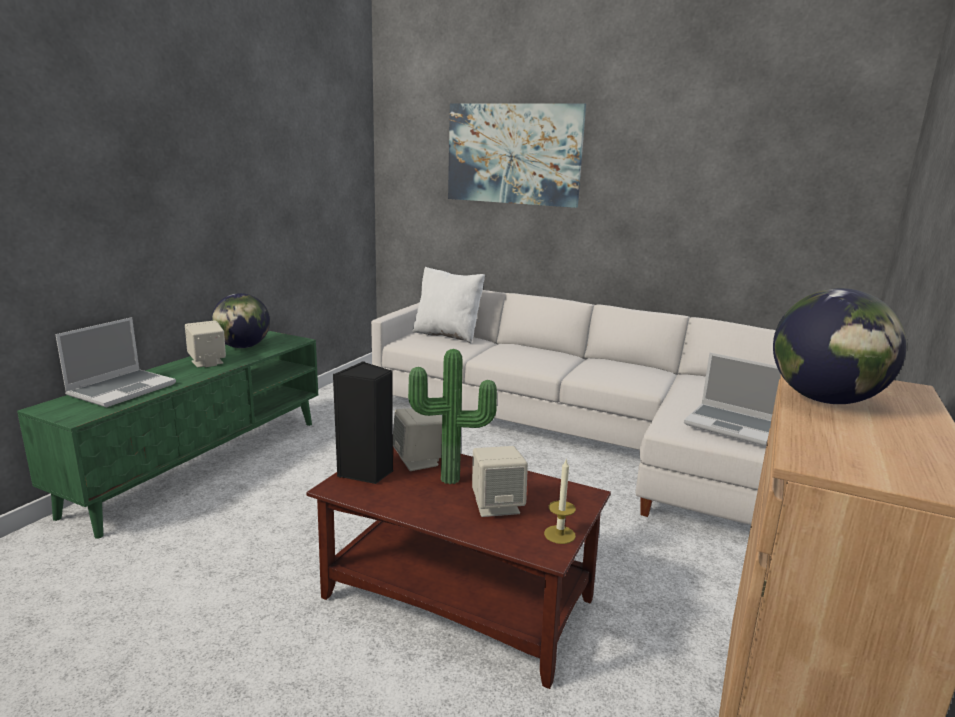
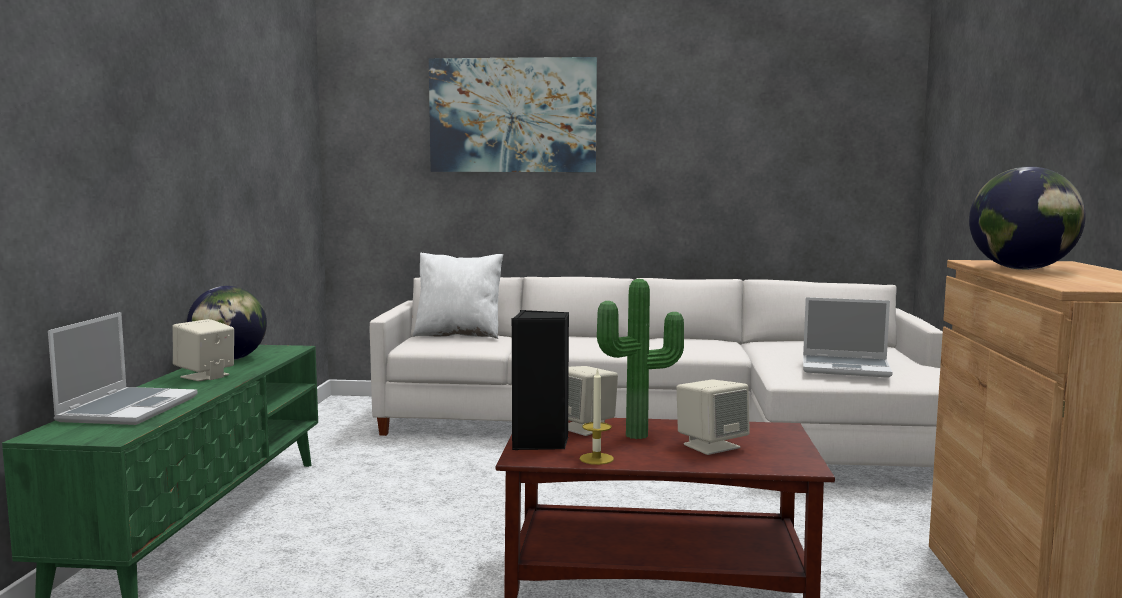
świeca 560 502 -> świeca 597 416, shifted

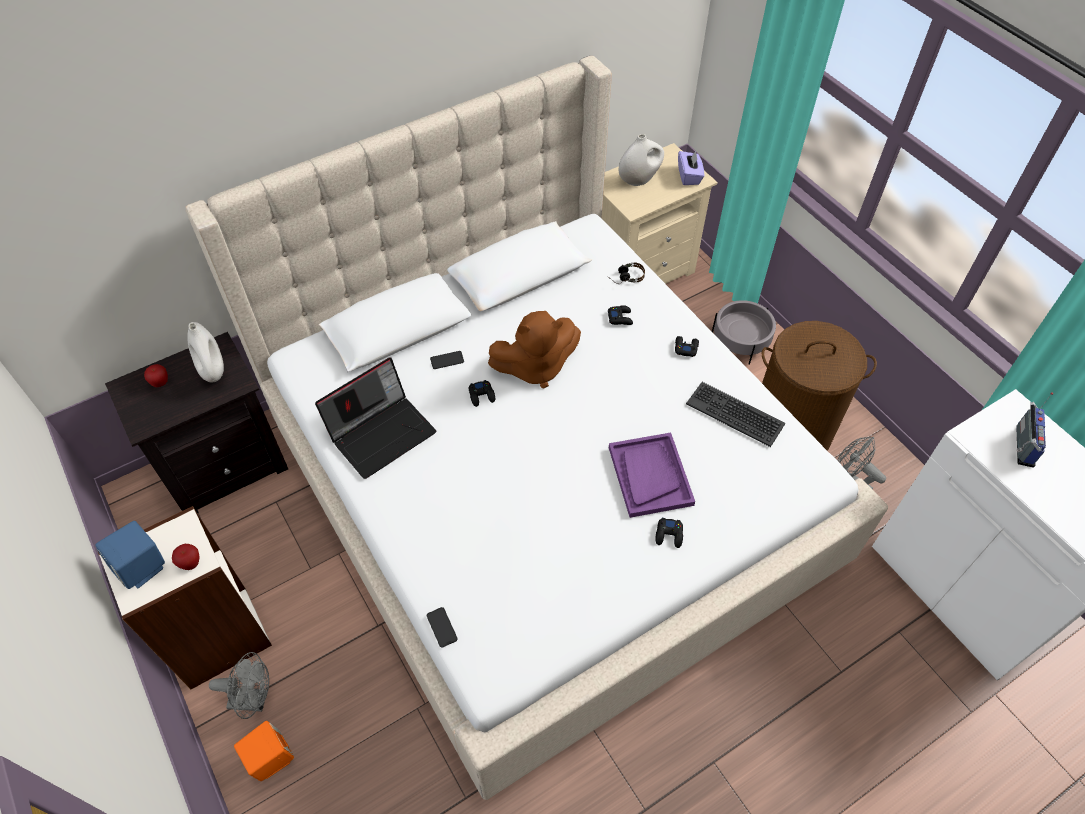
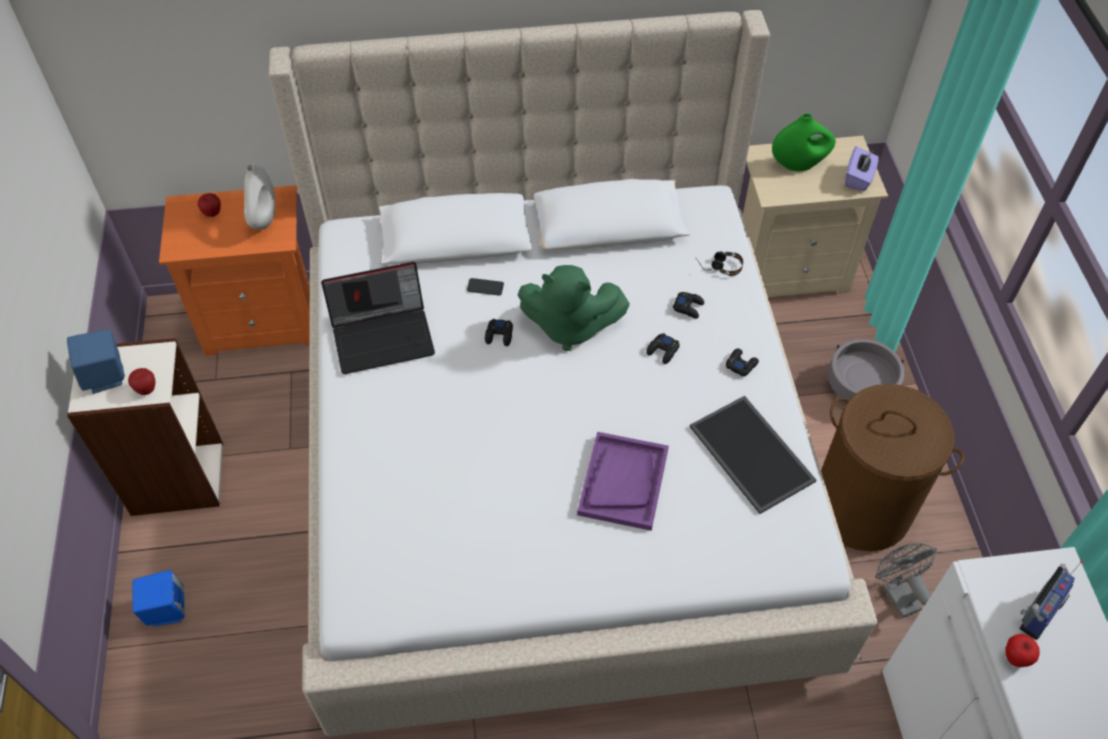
wazon (biały) 641 160 -> wazon (zielony) 804 142
pluszak (brązowy) 534 349 -> pluszak (zielony) 573 308
szafka nocna (czarny) 196 422 -> szafka nocna (pomarańczowy) 234 270
klawiatura 735 414 -> taca 753 455
pad do gier (czarny) 669 533 -> pad do gier (czarny) 663 348, shifted
telefon 442 627 -> none
wentylator (szary) 239 685 -> none
głośnik (pomarańczowy) 264 751 -> głośnik (niebieski) 158 598
none -> jabłko 1022 650

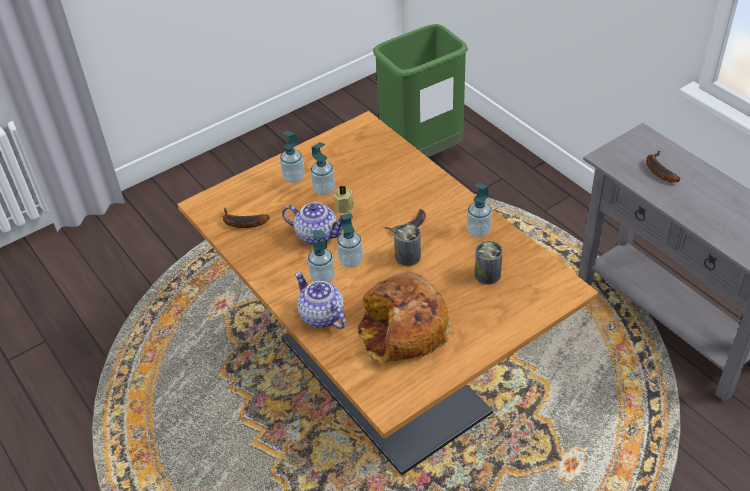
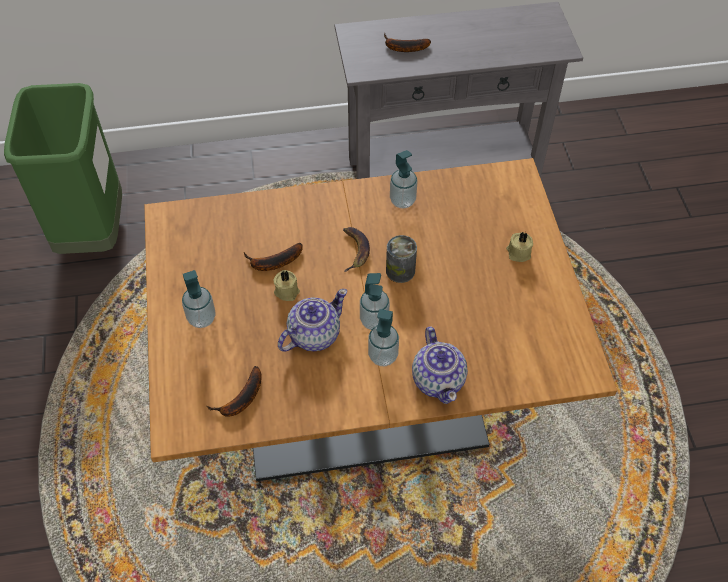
dozownik mydła 322 168 -> none
puszka 489 263 -> none
imbryk 320 300 -> imbryk 440 365, 90 degrees counterclockwise
chleb 403 318 -> none
none -> świeca (beżowy) 519 247
none -> banan 273 257

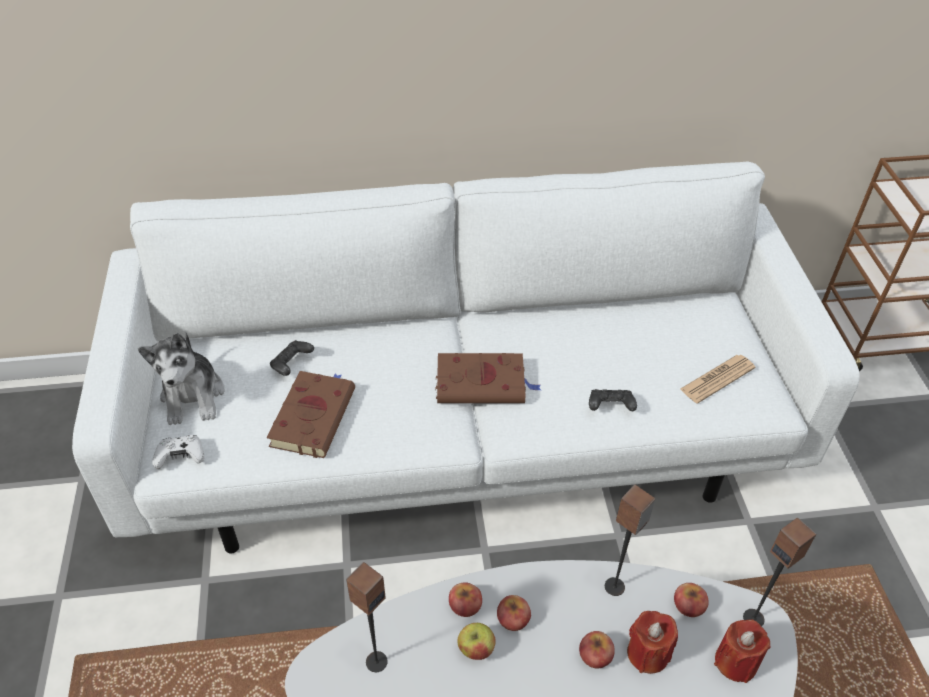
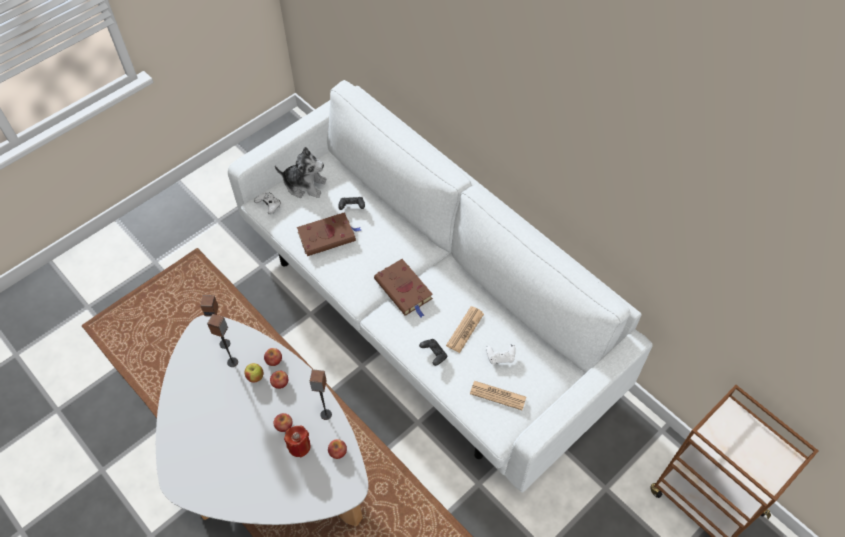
pluszak 181 379 -> pluszak 301 172, 120 degrees counterclockwise
głośnik 779 572 -> głośnik 222 340, shifted
świeca (czerwony) 742 651 -> none
none -> gazeta 465 329
none -> pad do gier (biały) 501 354

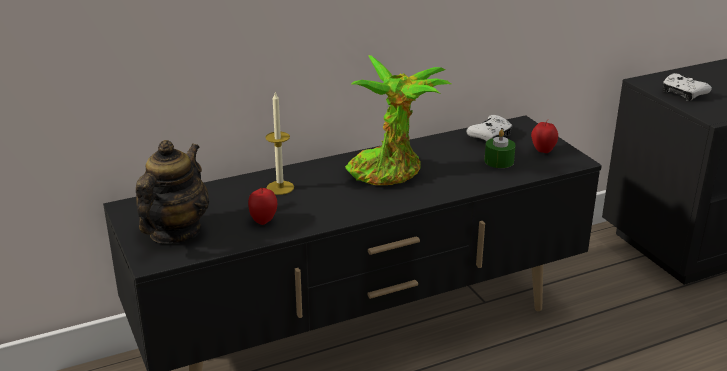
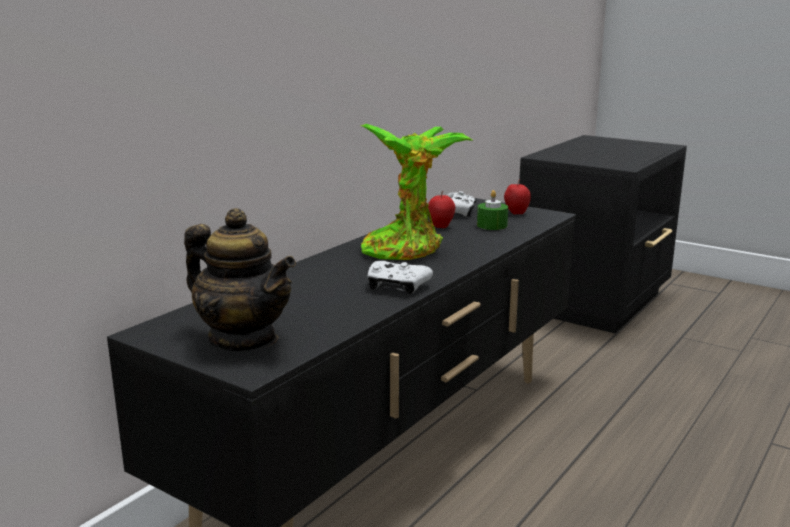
pad do gier (biały) 687 87 -> pad do gier (biały) 400 278, shifted
świeca 279 143 -> none
imbryk 172 192 -> imbryk 240 279, 135 degrees clockwise
jabłko 262 206 -> jabłko 441 209, shifted

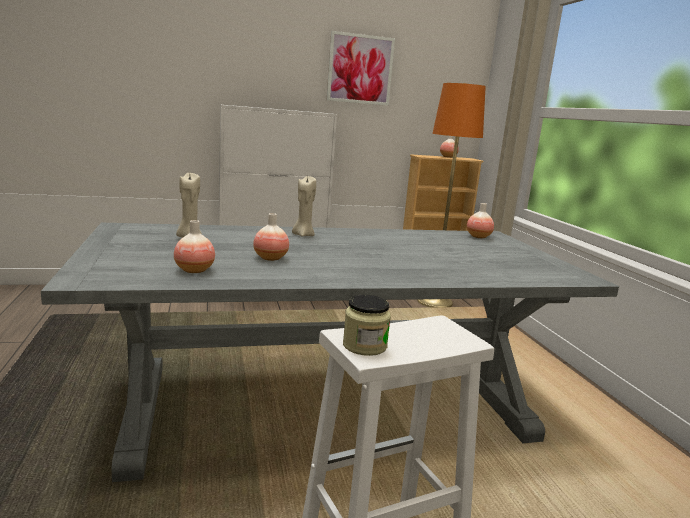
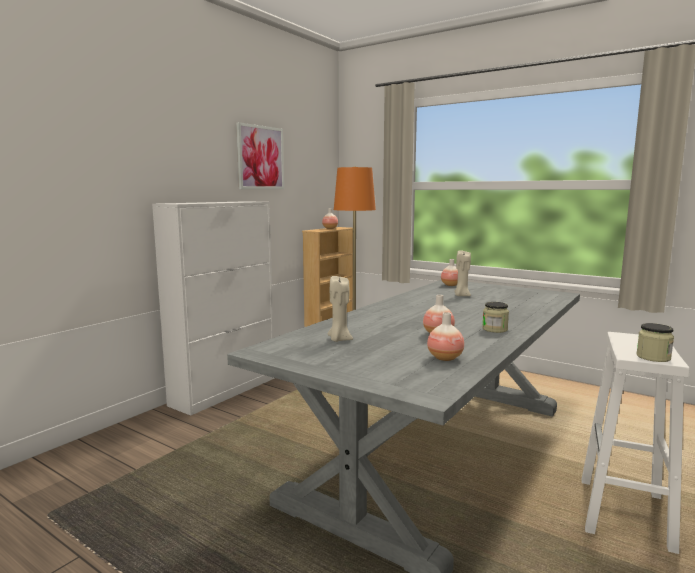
świeca (beżowy) 304 206 -> świeca (beżowy) 462 273, shifted
none -> słoik 495 317

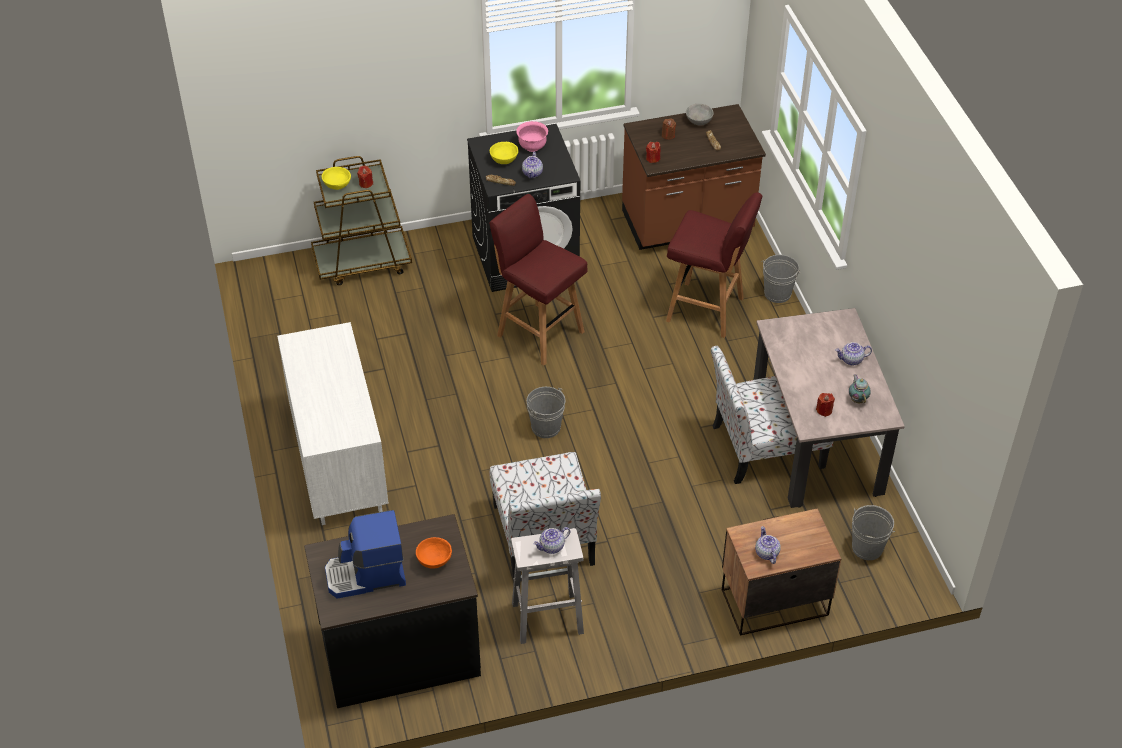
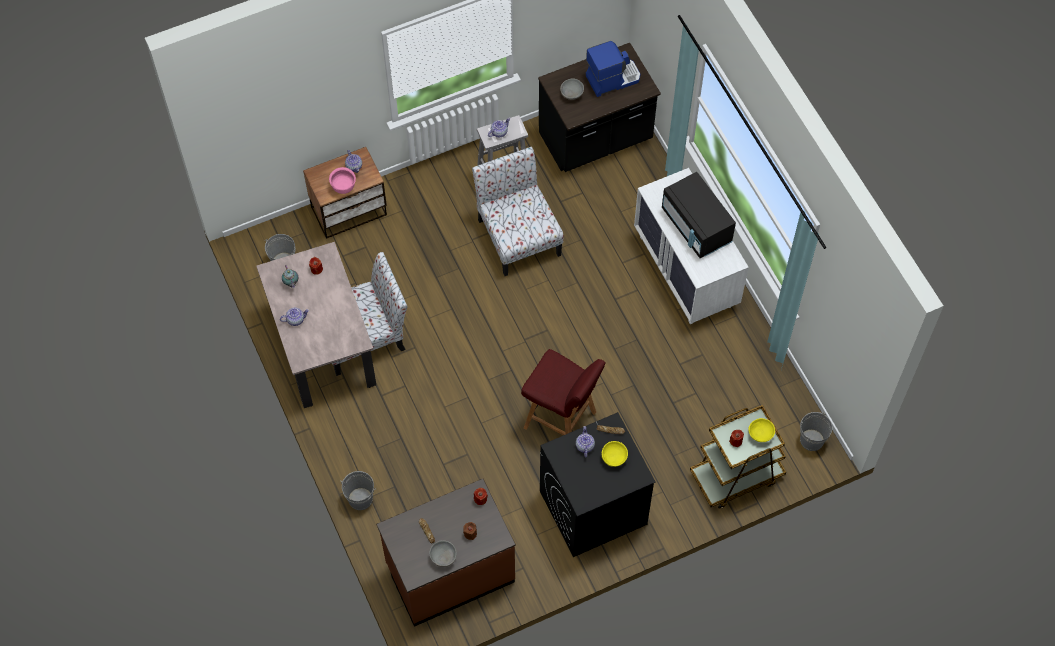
miska (różowy) 532 136 -> miska (różowy) 342 180, shifted
stołek (czerwony) 714 265 -> none
wiadro (szary) 546 412 -> wiadro (szary) 816 431, shifted
miska (pomarańczowy) 434 552 -> miska (szary) 572 89
none -> mikrofalówka (czarny) 699 215

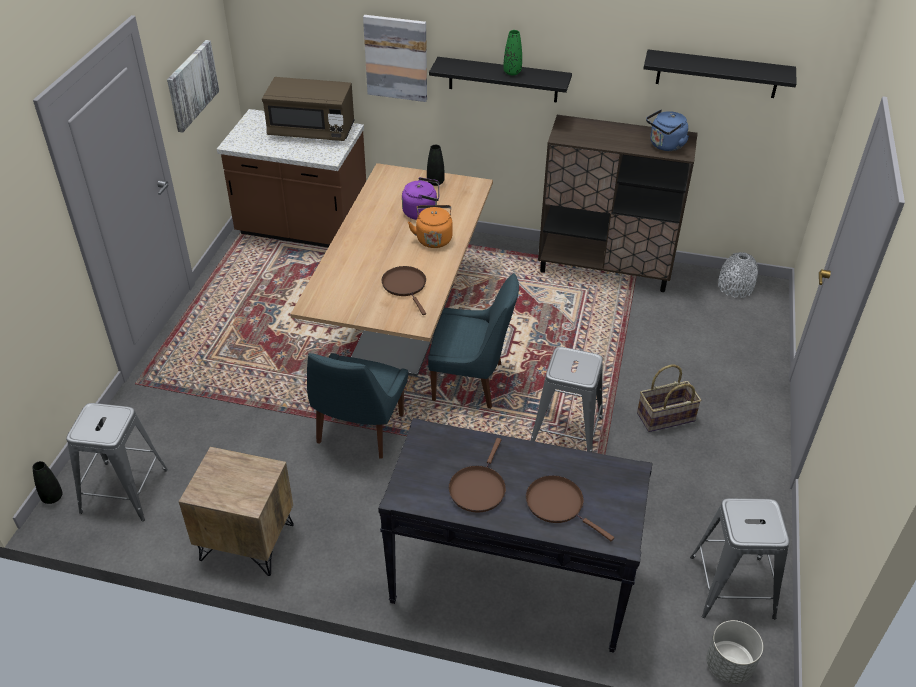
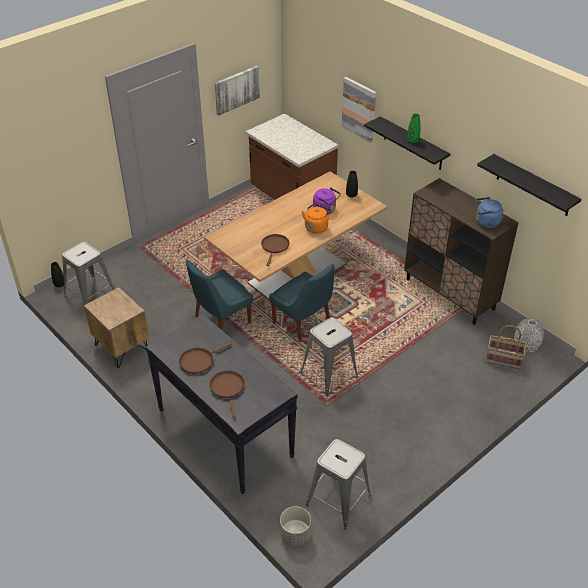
mikrofalówka (brązowy) 308 109 -> none
koszyk 669 398 -> koszyk 506 347, shifted

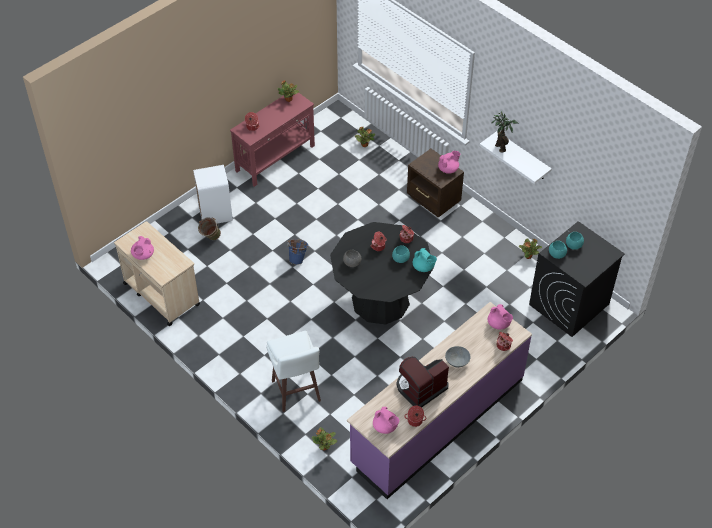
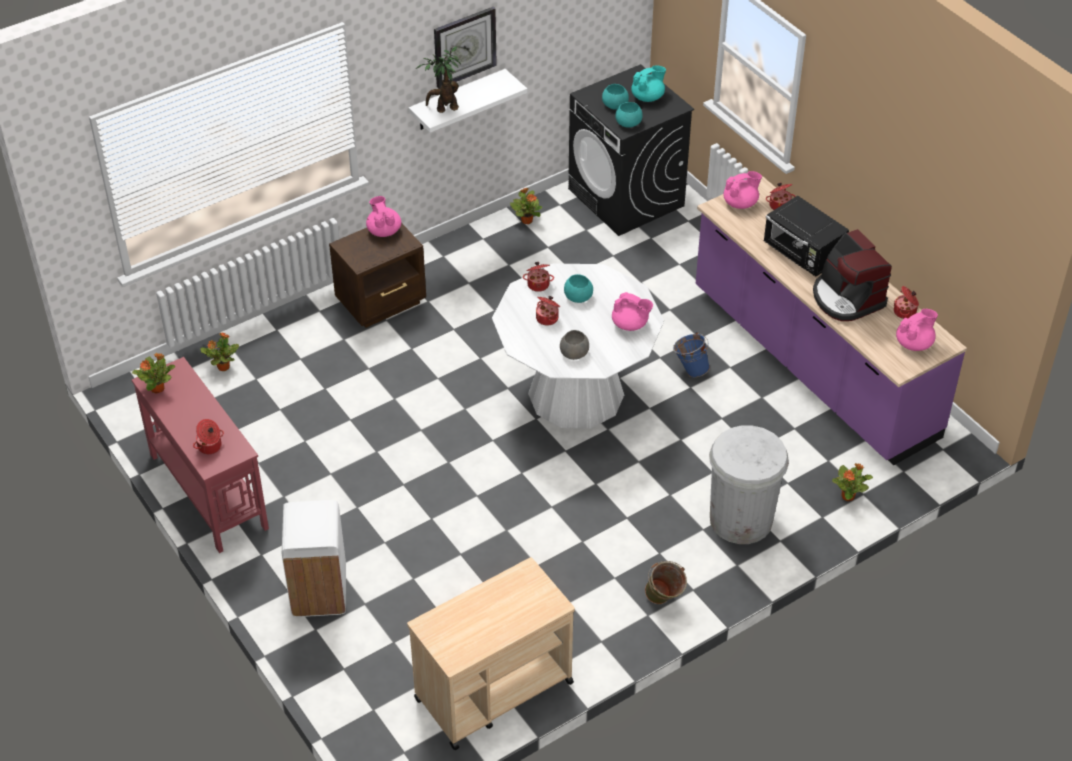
wiadro (zielony) 209 228 -> wiadro (zielony) 666 582, shifted
stół jadalny (czarny) 381 273 -> stół jadalny (biały) 578 346
imbryk (różowy) 142 248 -> imbryk (różowy) 632 311, shifted
wiadro (niebieski) 297 252 -> wiadro (niebieski) 691 354, shifted
imbryk (turkusowy) 425 260 -> imbryk (turkusowy) 648 83, shifted
stołek (biały) 293 371 -> kosz na śmieci (biały) 749 484
miska (szary) 457 356 -> mikrofalówka (czarny) 806 236
none -> zegar ścienny 465 48

